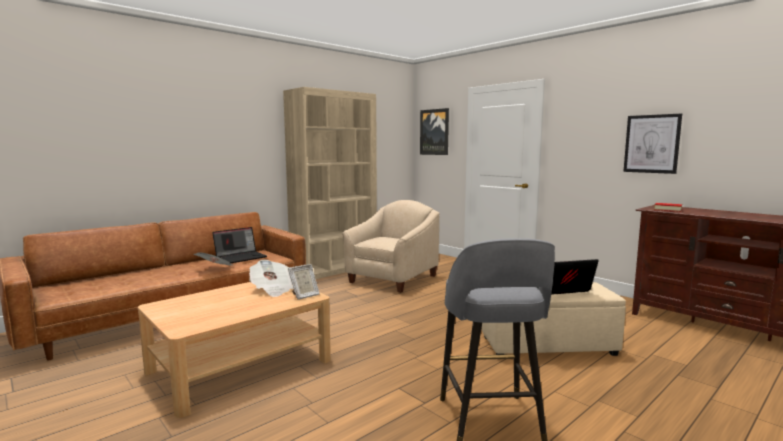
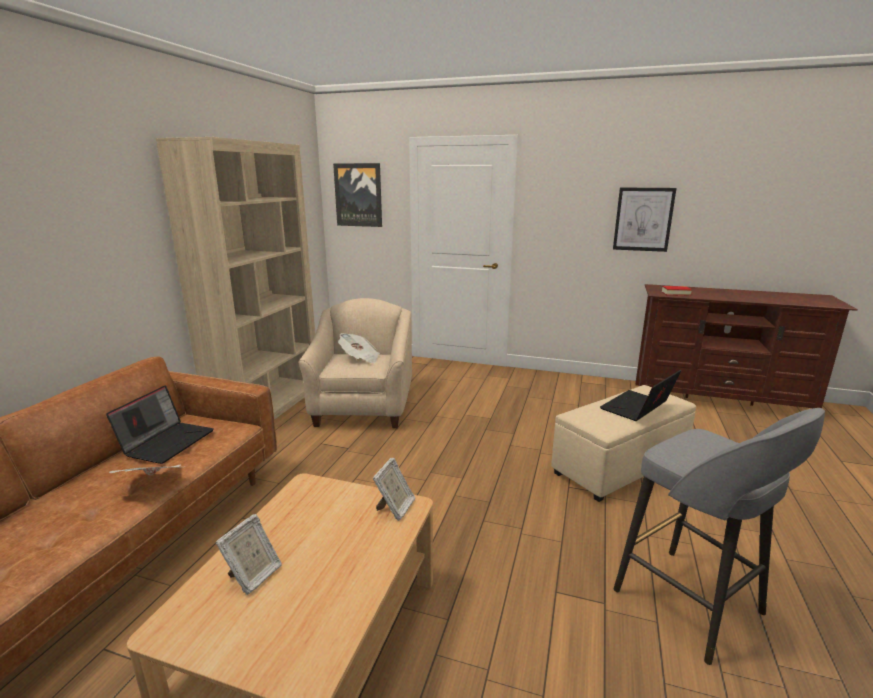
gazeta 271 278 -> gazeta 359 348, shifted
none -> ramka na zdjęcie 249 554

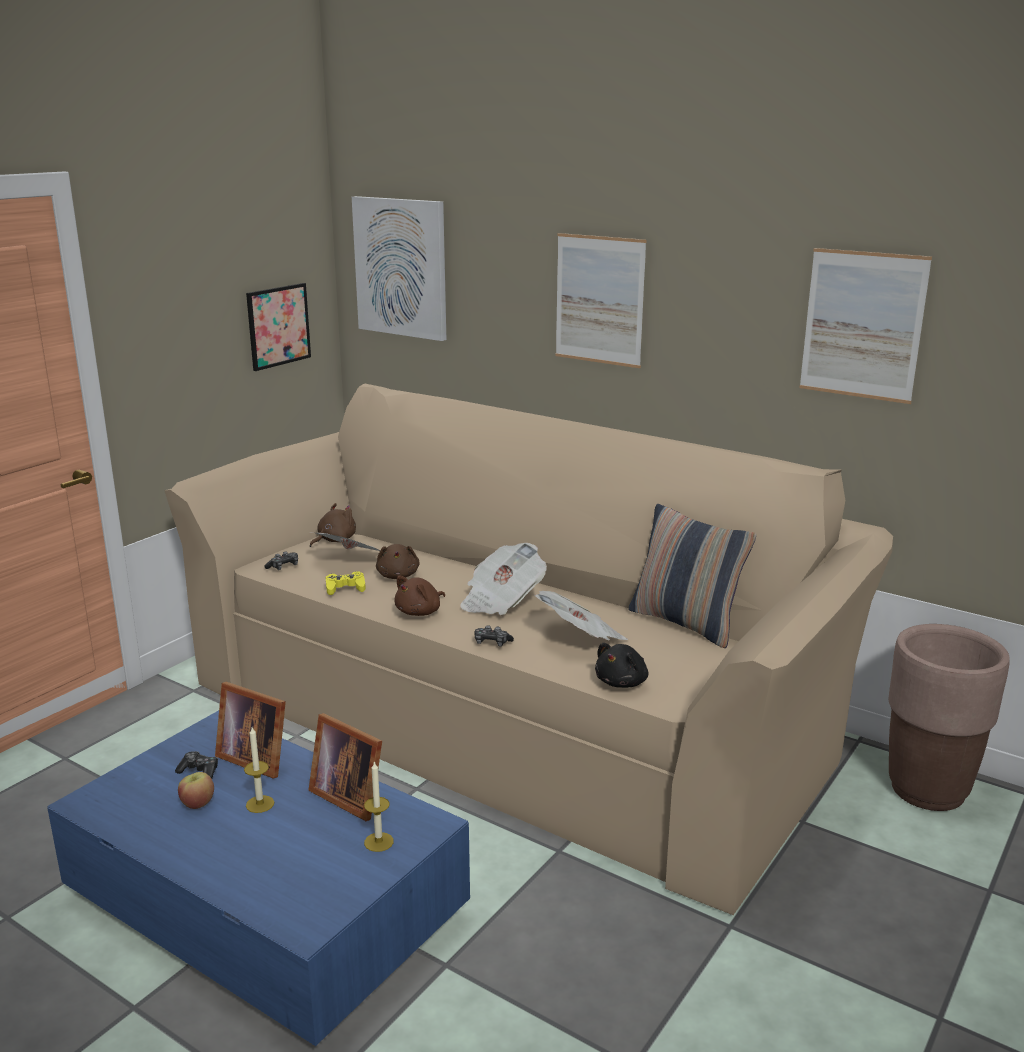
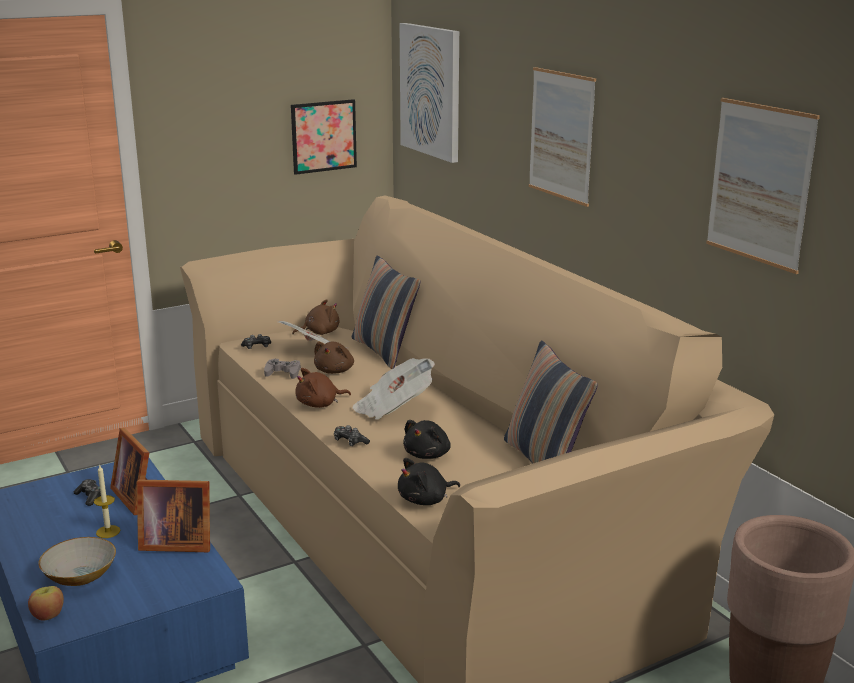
pad do gier (żółty) 346 583 -> pad do gier (szary) 282 369
gazeta 581 615 -> pluszak (czarny) 427 439
ramka na zdjęcie 345 767 -> ramka na zdjęcie 173 515, 60 degrees counterclockwise
świeca 379 806 -> none
jabłko 196 790 -> jabłko 46 603, shifted
none -> poduszka 386 312
none -> miska 77 561

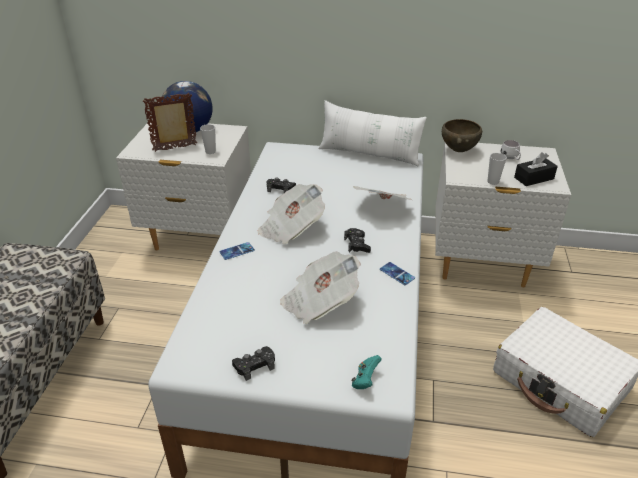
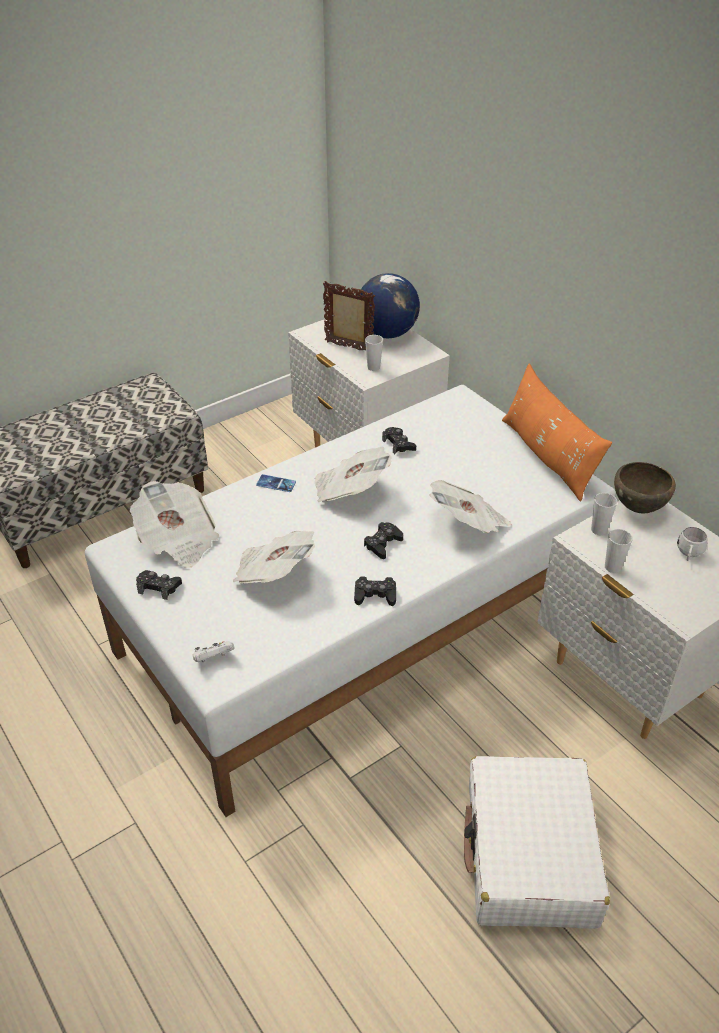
poduszka (biały) 373 133 -> poduszka (pomarańczowy) 557 433
pudełko chusteczek (czarny) 536 169 -> none
telefon 397 273 -> pad do gier (czarny) 375 591
pad do gier (turkusowy) 366 372 -> pad do gier (biały) 214 651
none -> gazeta 174 524
none -> filiżanka 604 514

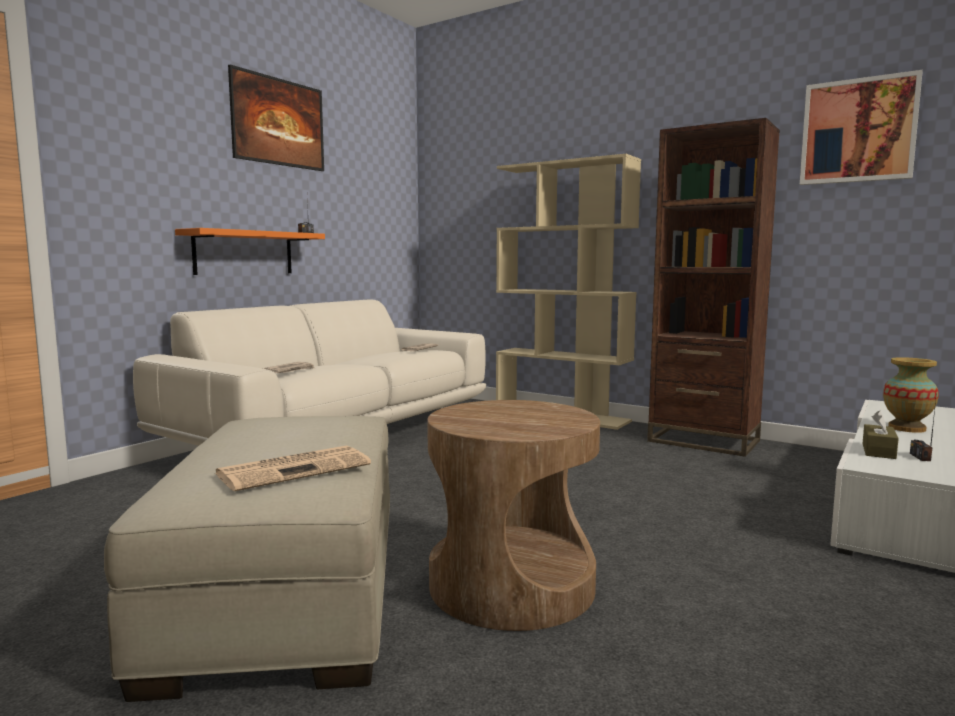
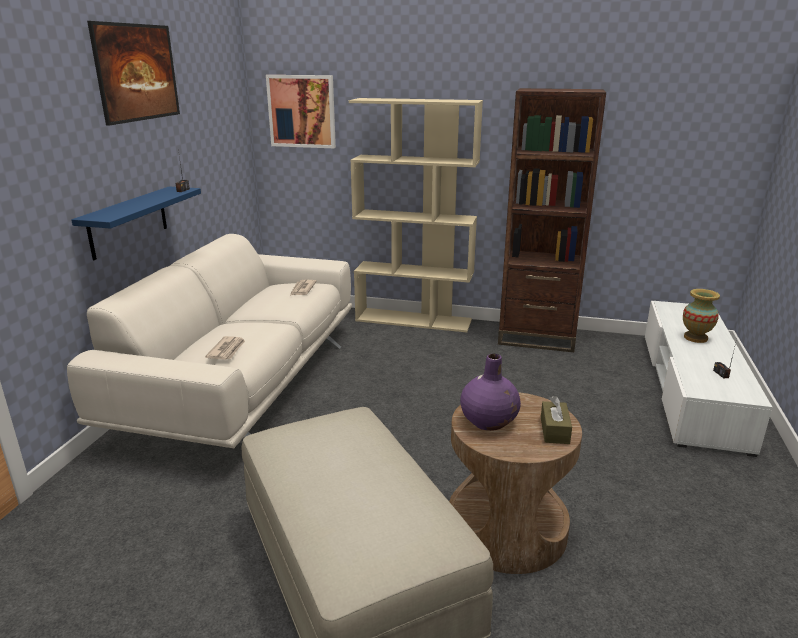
obraz 861 127 -> obraz 301 111, shifted
półka (pomarańczowy) 250 251 -> półka (niebieski) 136 223
pudełko chusteczek (brązowy) 881 434 -> pudełko chusteczek (brązowy) 556 420, shifted
gazeta 293 468 -> none
none -> wazon (fioletowy) 490 392

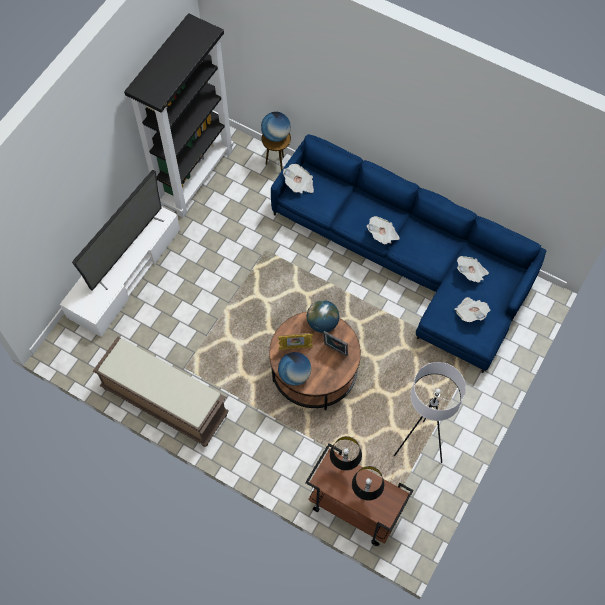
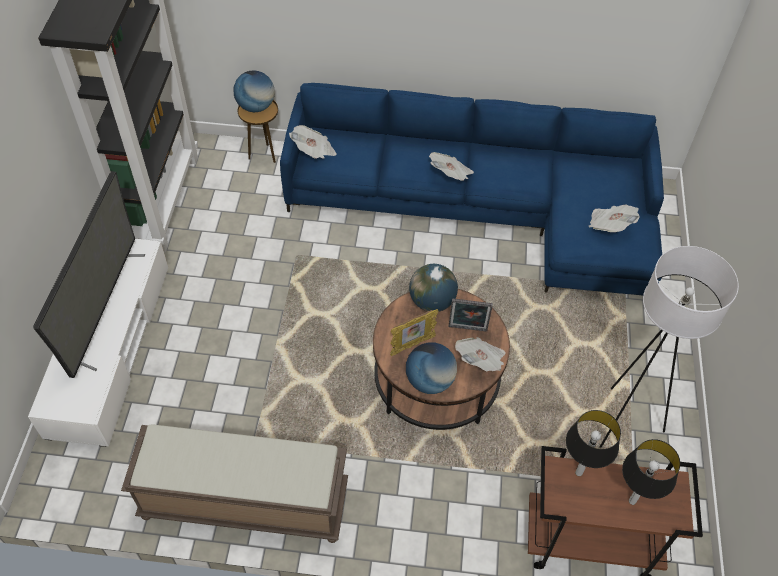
gazeta 473 269 -> gazeta 480 354, shifted

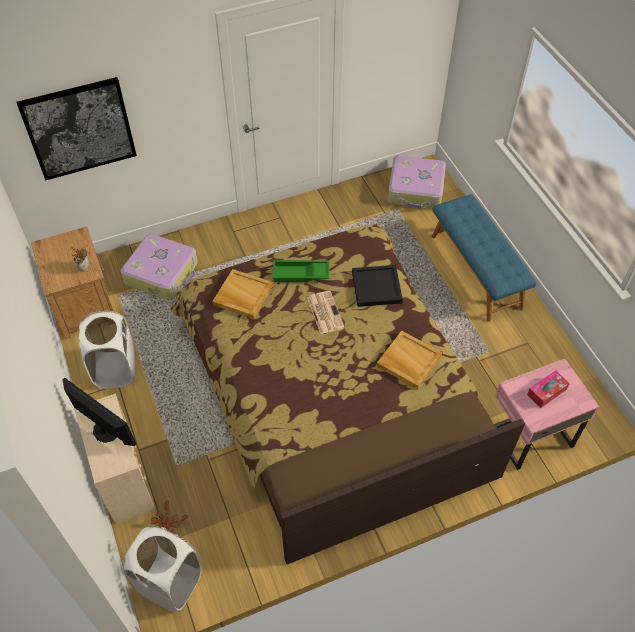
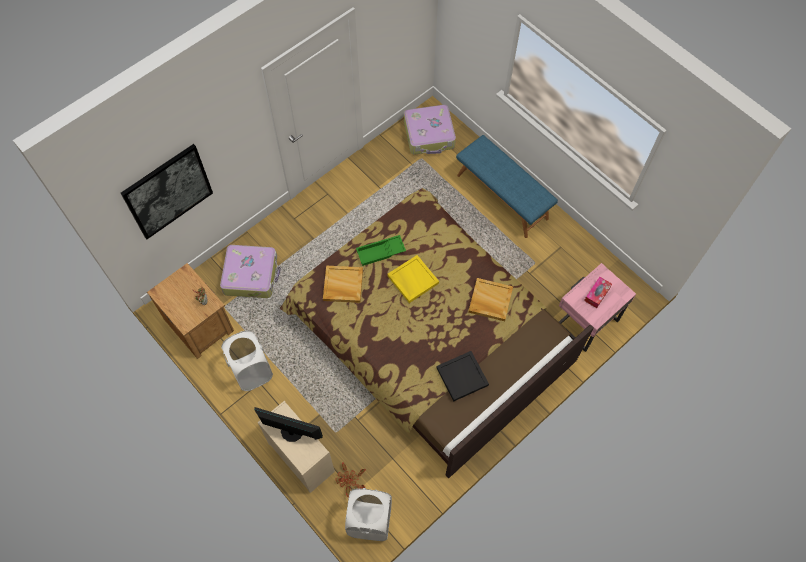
taca (czarny) 377 286 -> taca (czarny) 462 376, shifted
gazeta 326 312 -> taca (żółty) 413 279

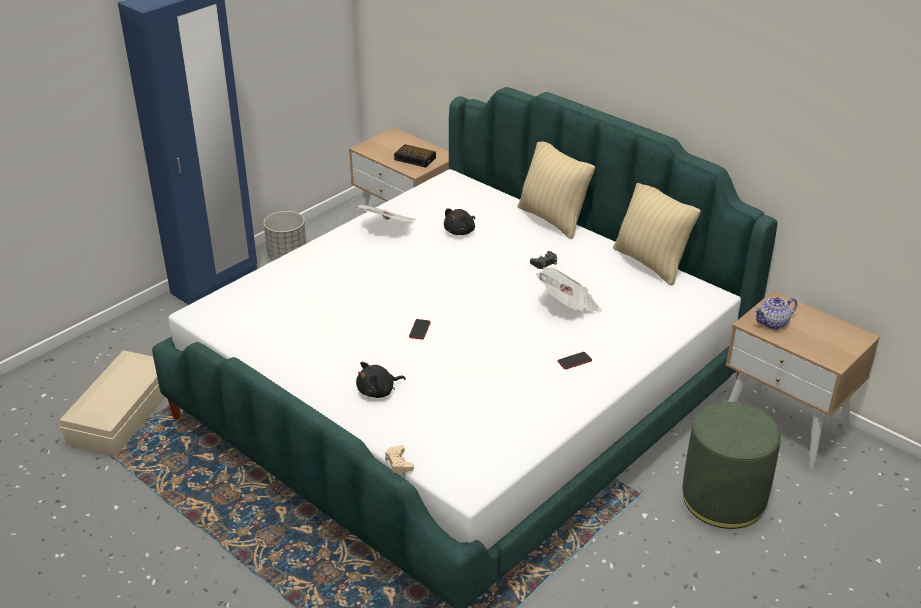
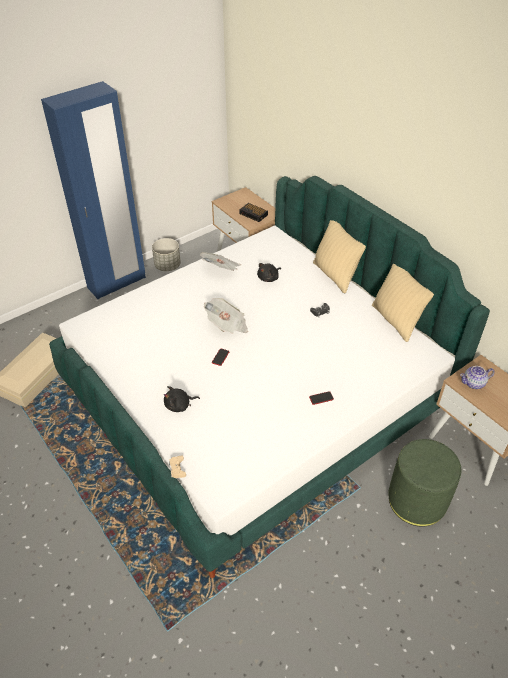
gazeta 569 290 -> gazeta 226 316, shifted

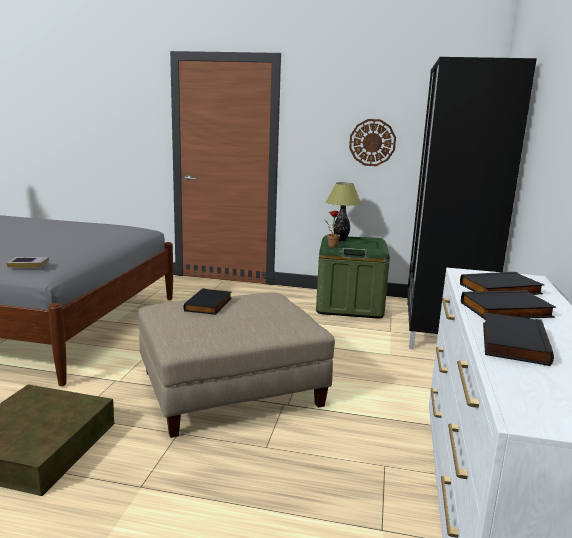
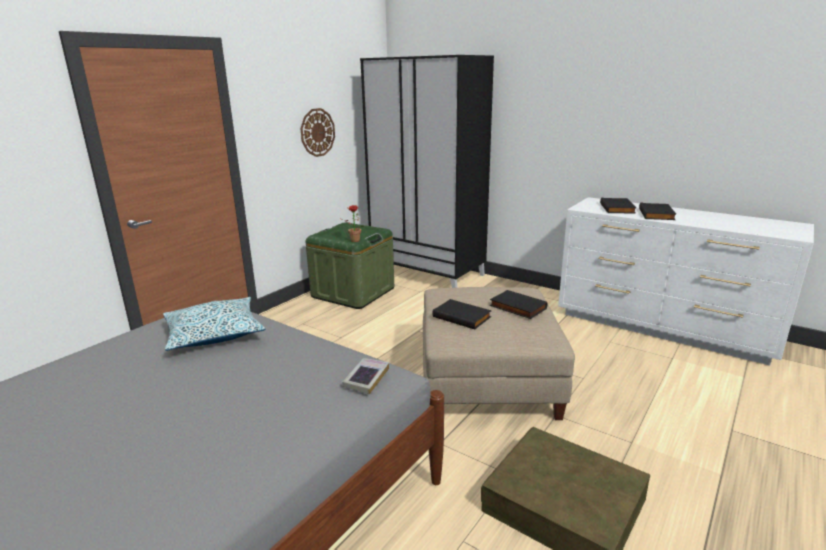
lampa stołowa 343 211 -> none
książka (czarny) 518 339 -> książka (czarny) 519 304, shifted
none -> poduszka 214 324

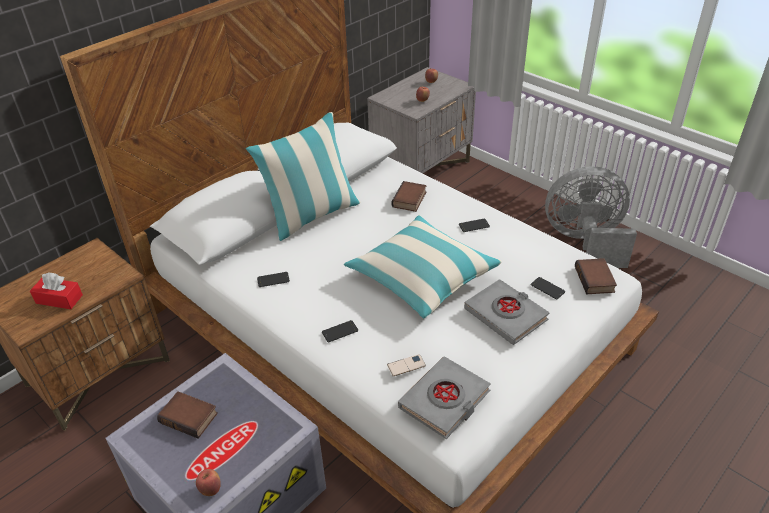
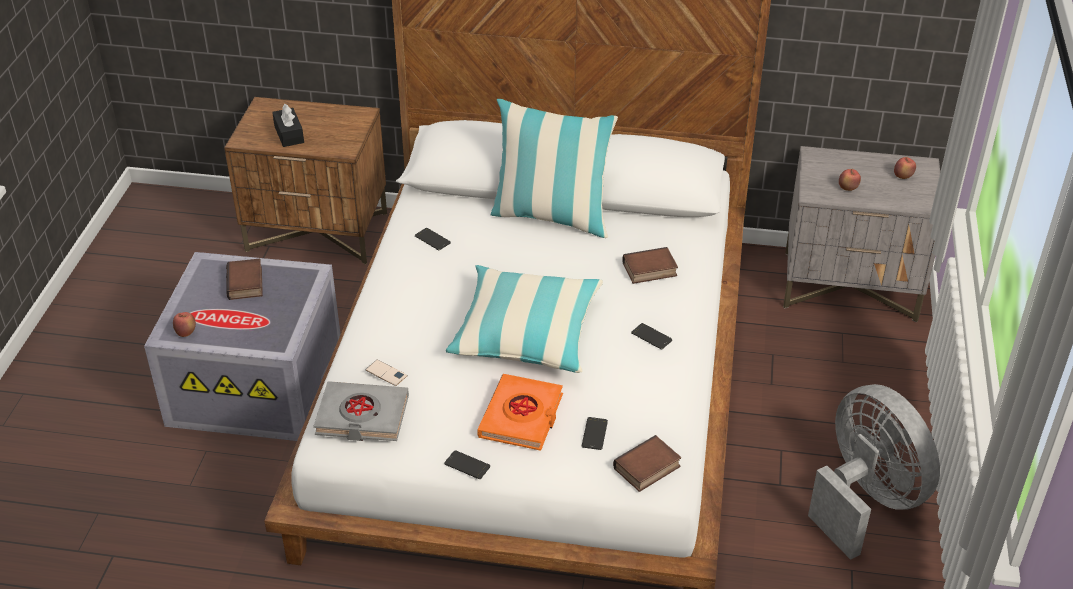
pudełko chusteczek (czerwony) 56 291 -> pudełko chusteczek (czarny) 288 125
książka (szary) 507 312 -> książka (pomarańczowy) 520 412
telefon 340 331 -> telefon 467 464, shifted

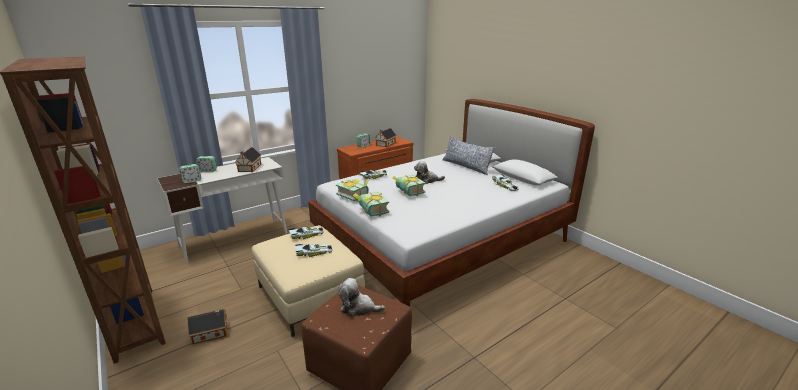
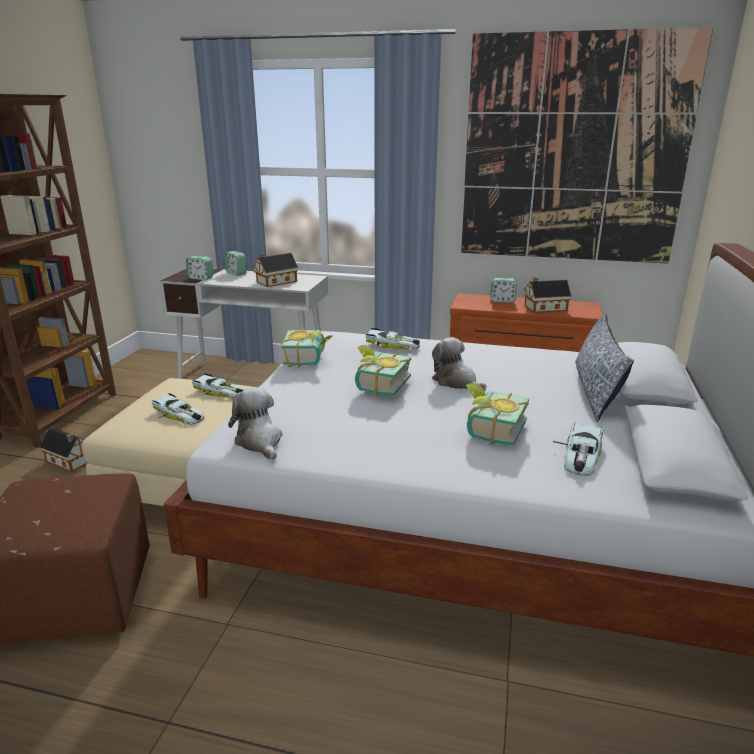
książka 371 204 -> książka 497 414, shifted
pluszak 361 297 -> pluszak 255 424, shifted
none -> obraz 587 145

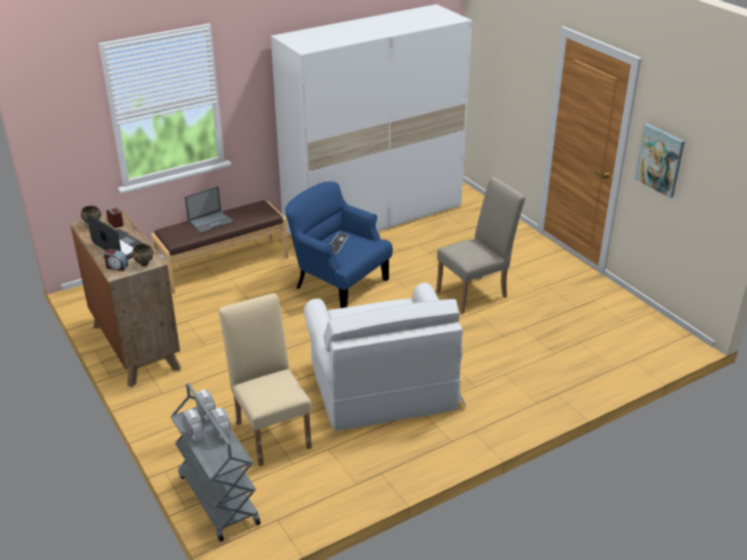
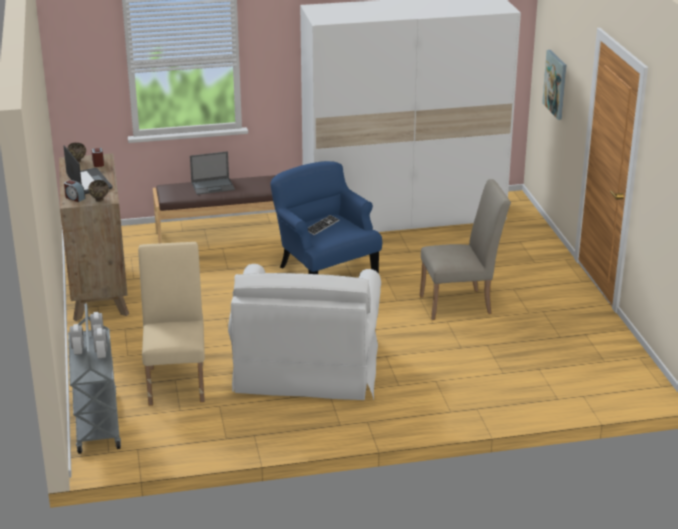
obraz 660 160 -> obraz 554 85, shifted

